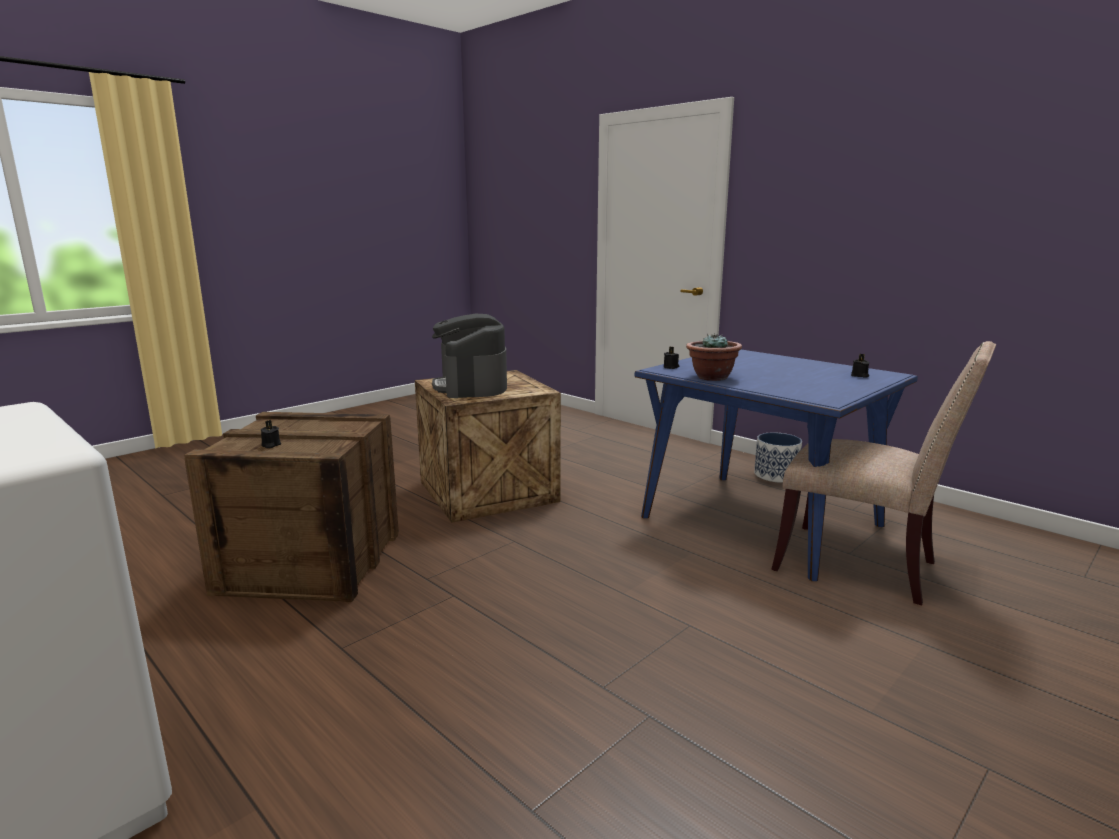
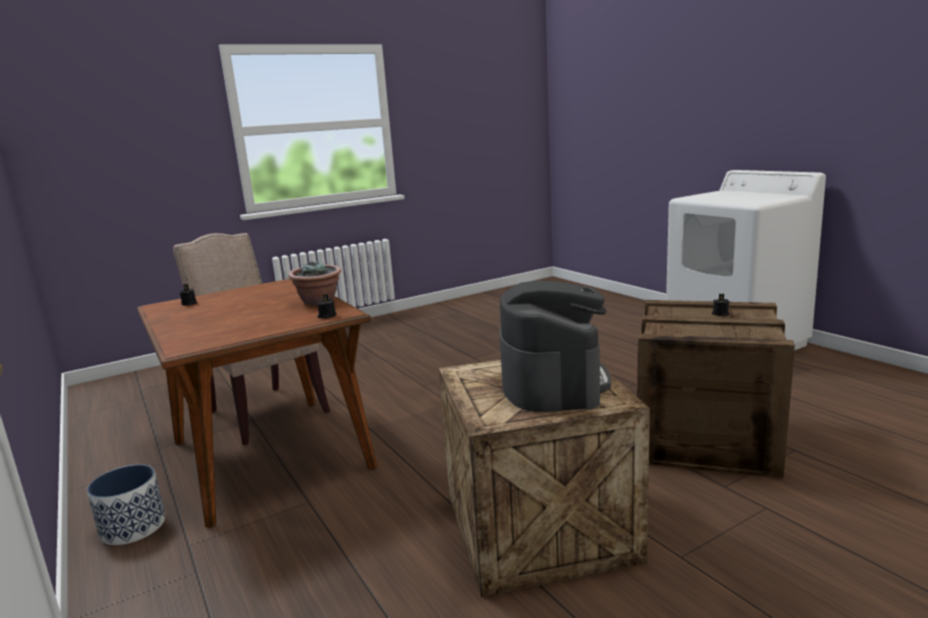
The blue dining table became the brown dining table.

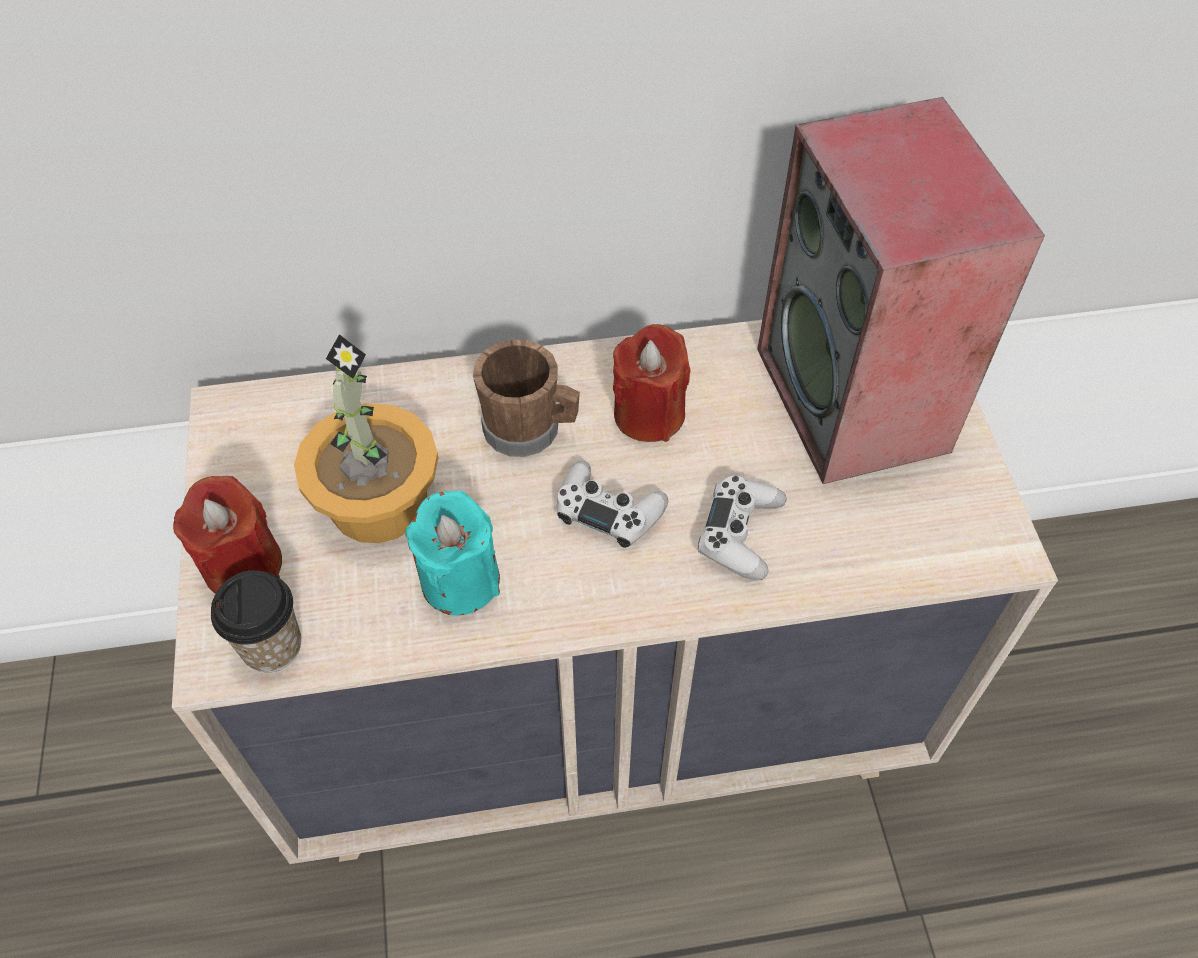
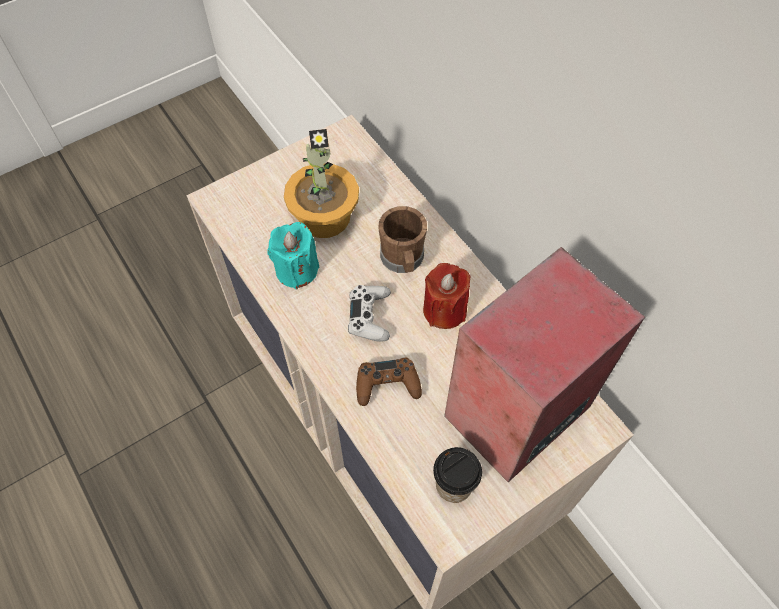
The red candle (1st from left) disappeared. The white game controller (2nd from left) became the brown game controller. The cup moved.

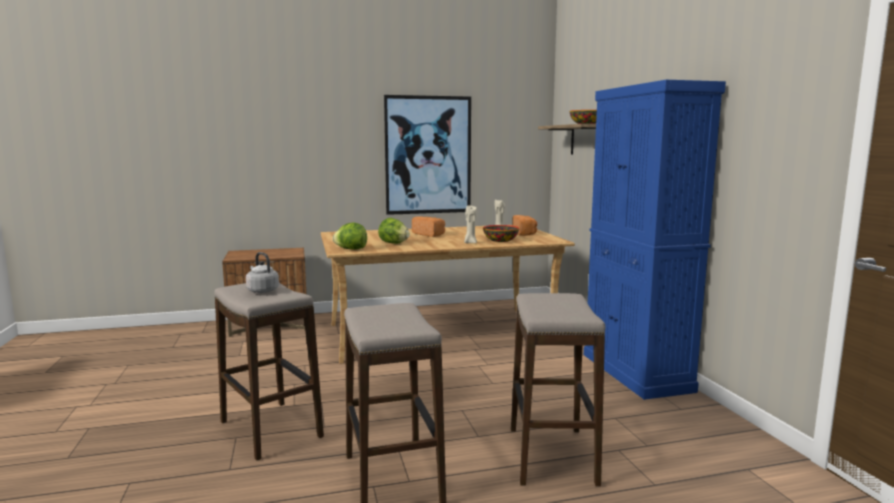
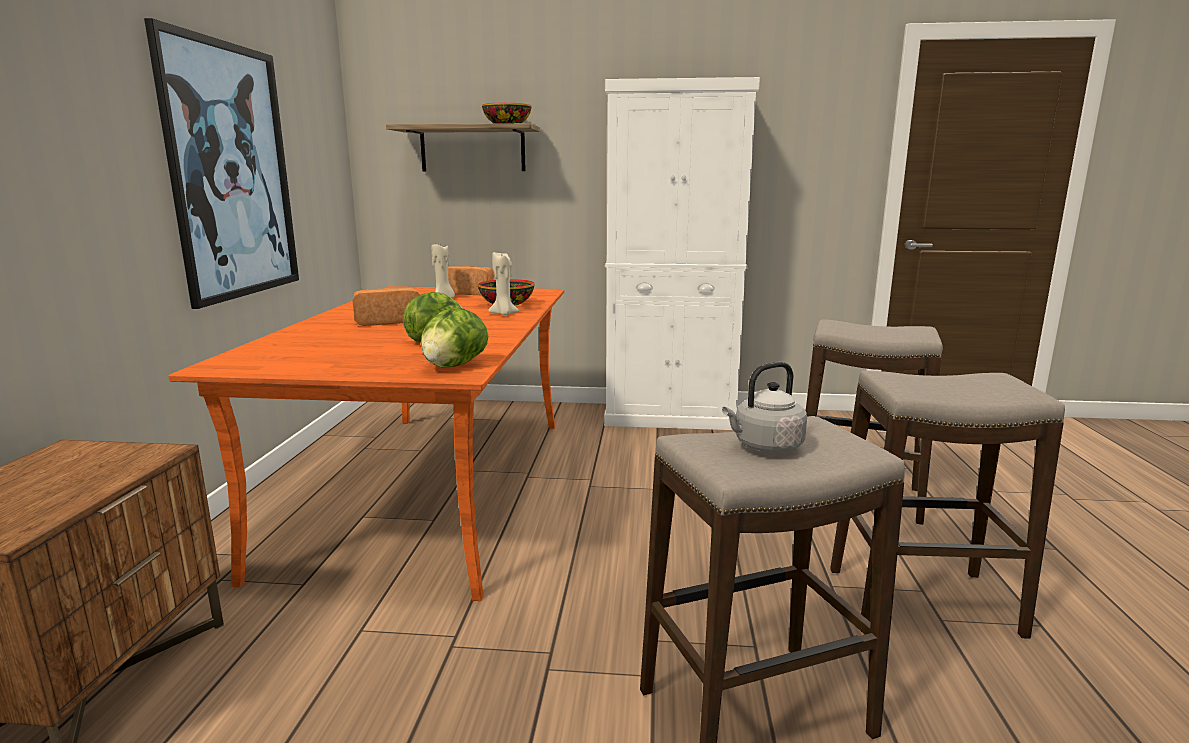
The blue cabinet became the white cabinet. The beige dining table became the orange dining table.

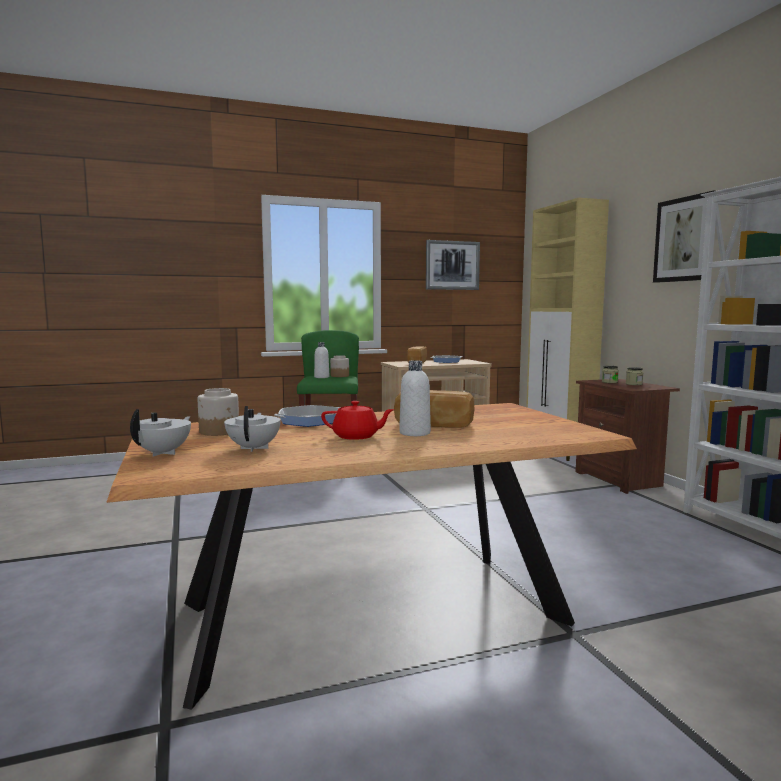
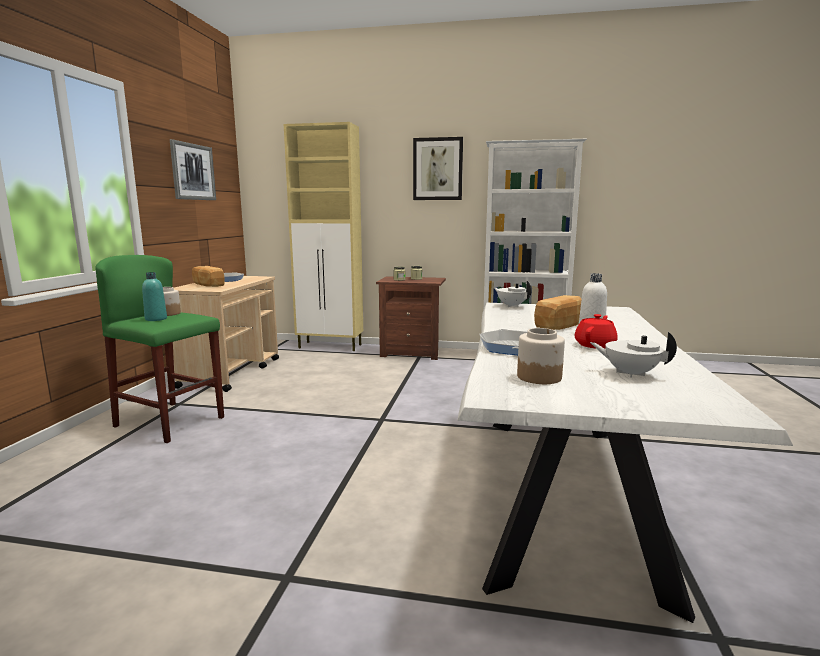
The white bottle (1st from left) became the turquoise bottle. The brown dining table became the white dining table. The white teapot (1st from left) moved.

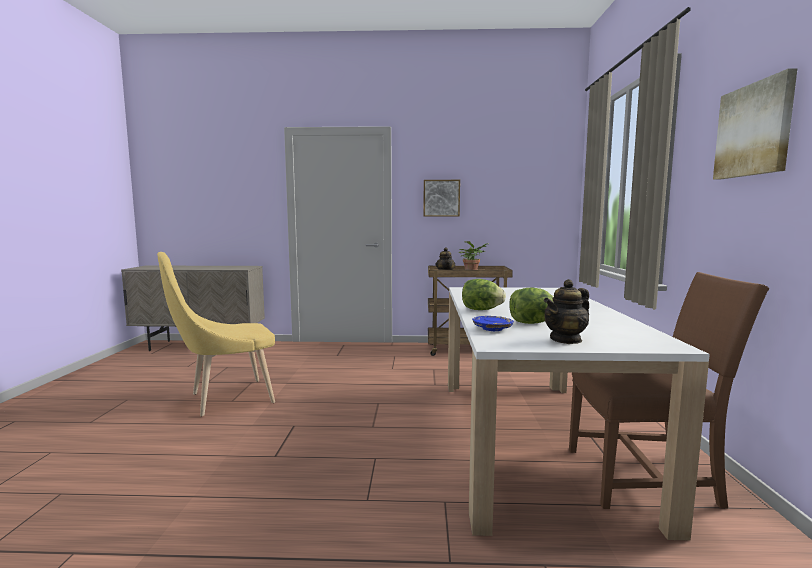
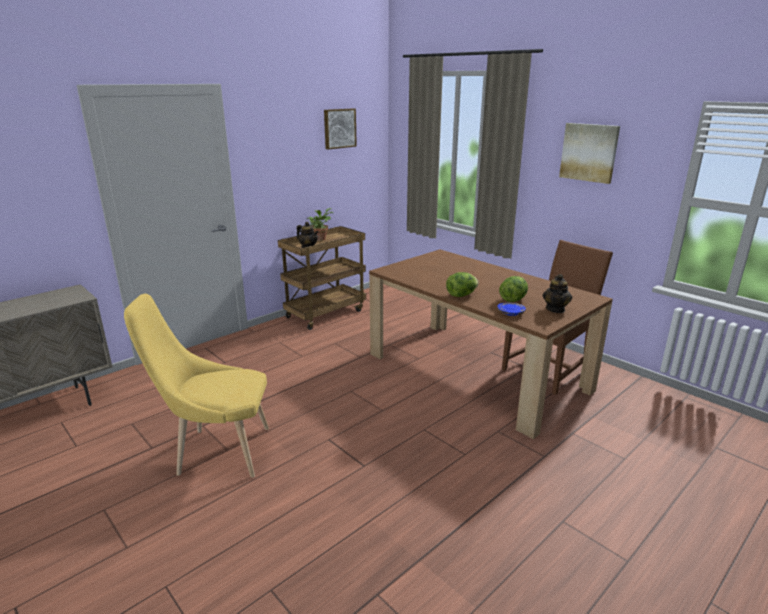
The picture (1st from left) moved. The yellow chair turned 75 degrees clockwise. The white dining table became the brown dining table.

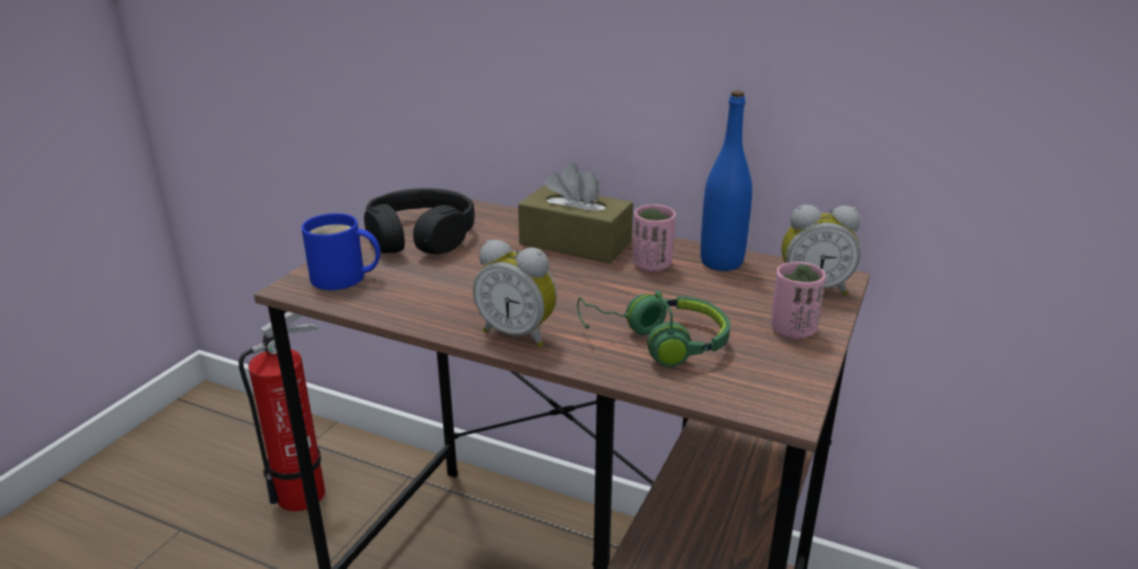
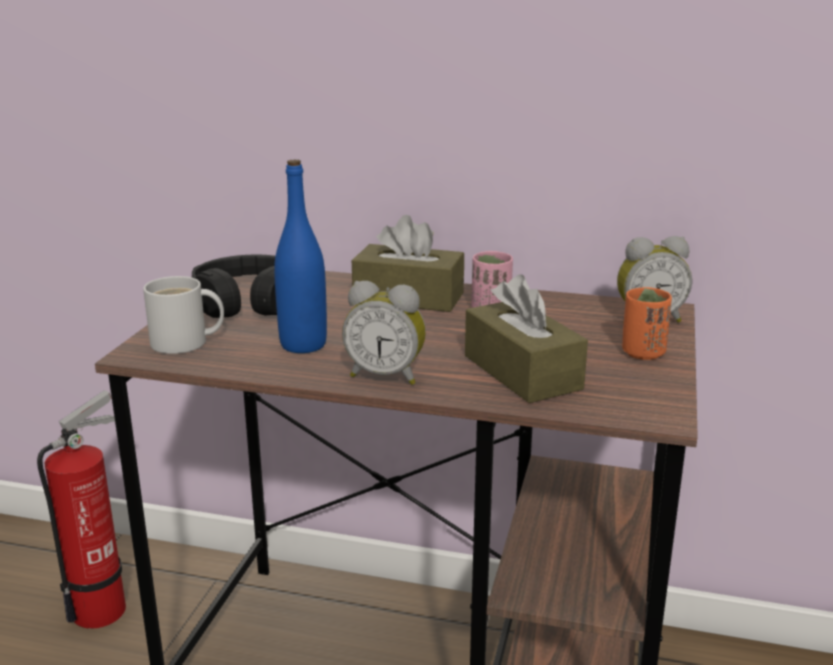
The blue bottle moved. The blue mug became the white mug. The pink cup (2nd from left) became the orange cup. The green headphones was replaced by the brown tissue box (2nd from left).

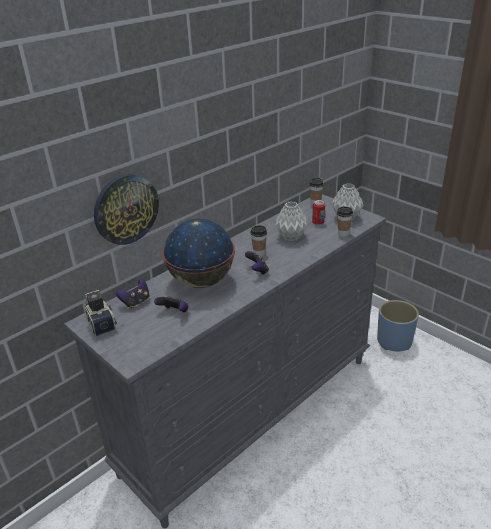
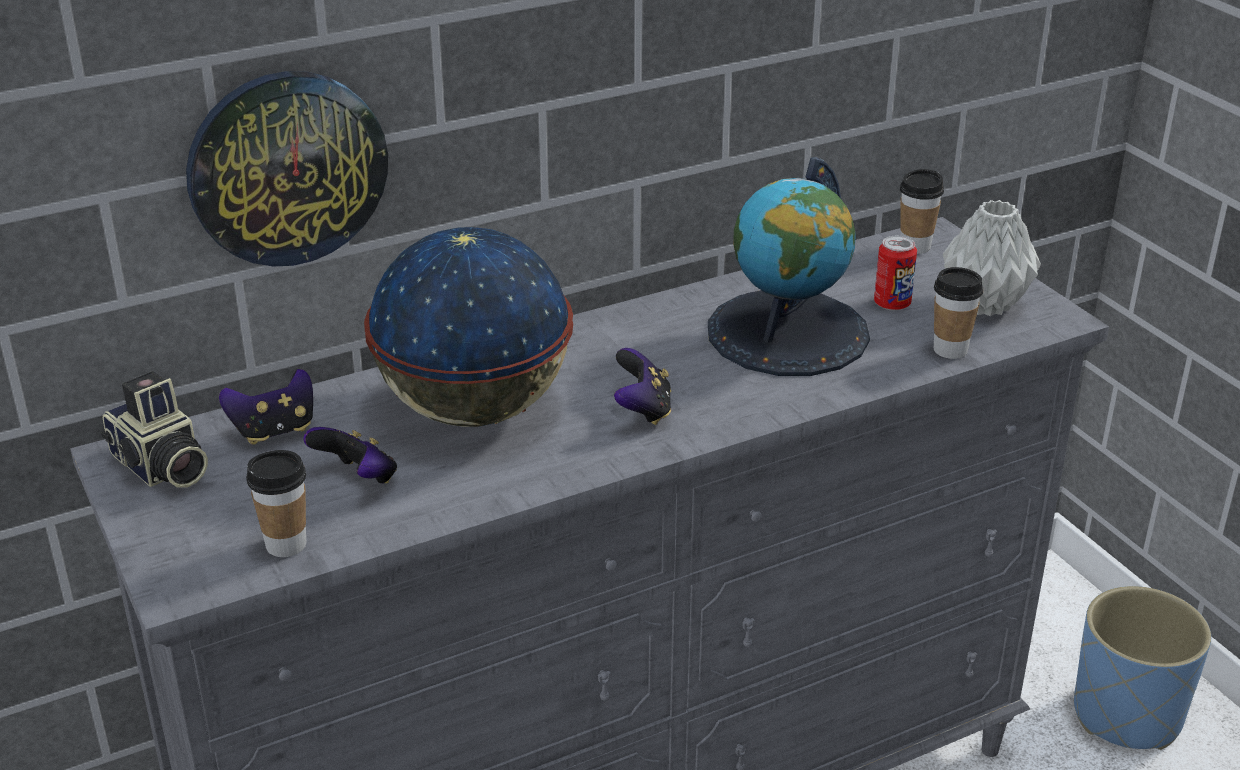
The grey vase (1st from left) was replaced by the globe (2nd from left). The cup (1st from left) moved. The photo camera turned 150 degrees clockwise.

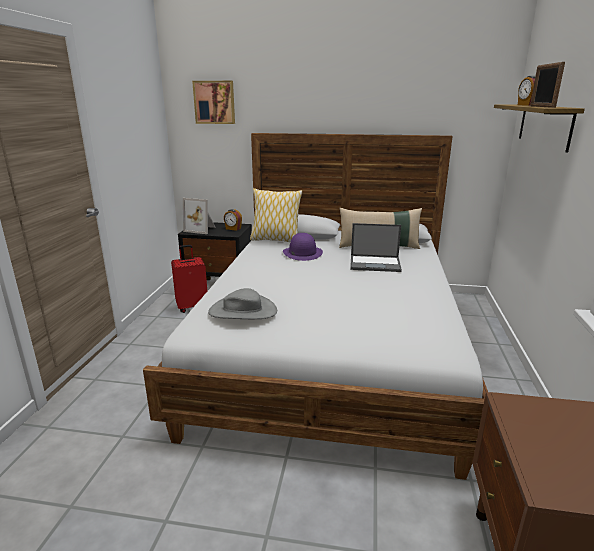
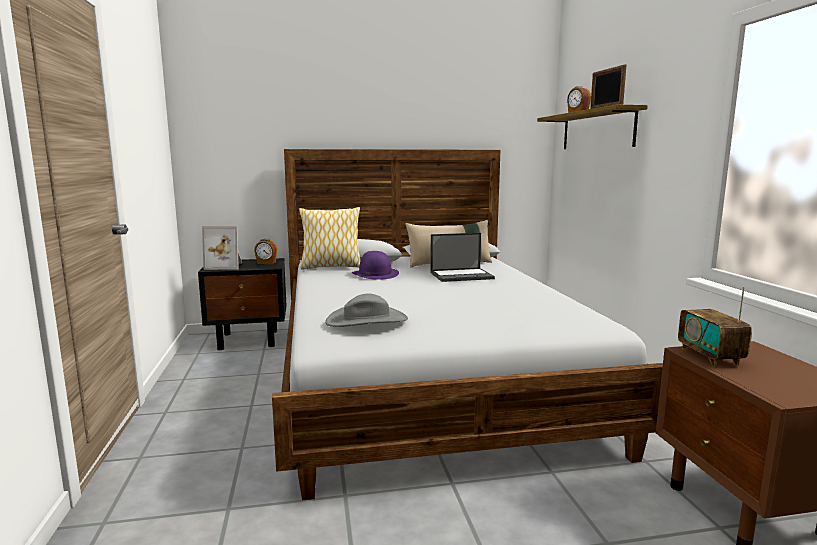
The picture disappeared. The red suitcase disappeared. The radio appeared.

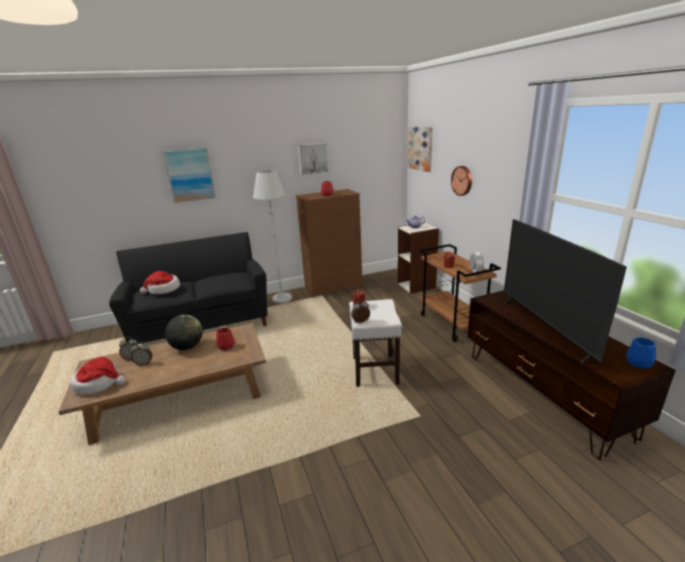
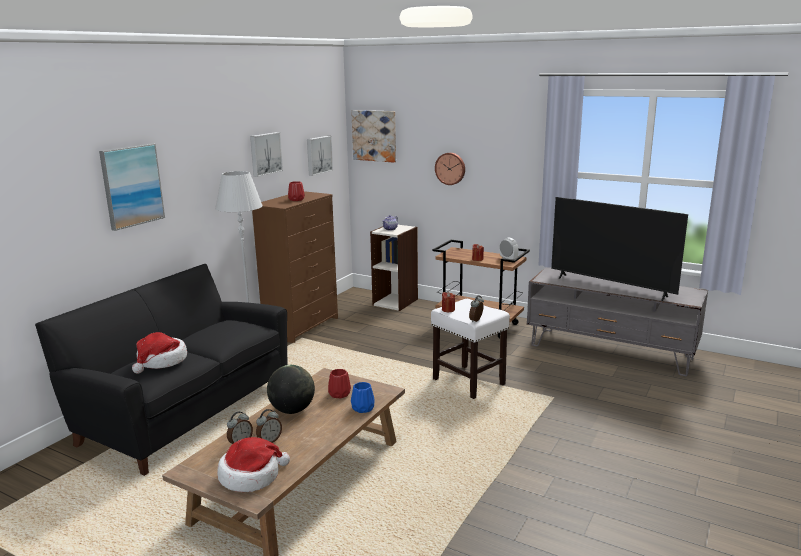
The brown tv stand became the grey tv stand. The blue vase moved. The picture (3rd from left) appeared.

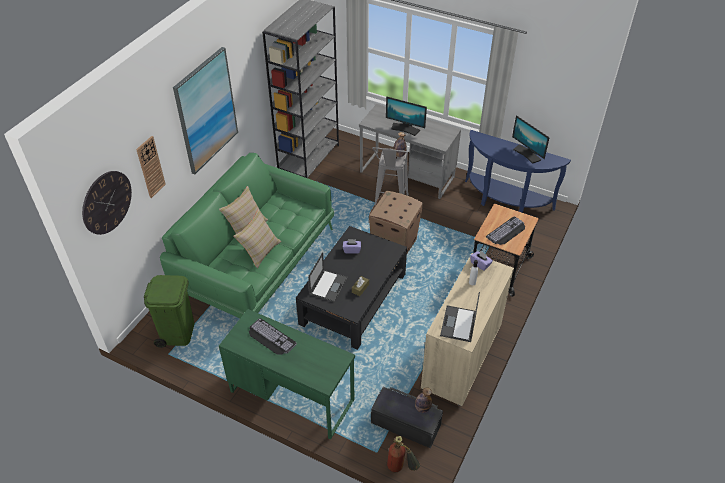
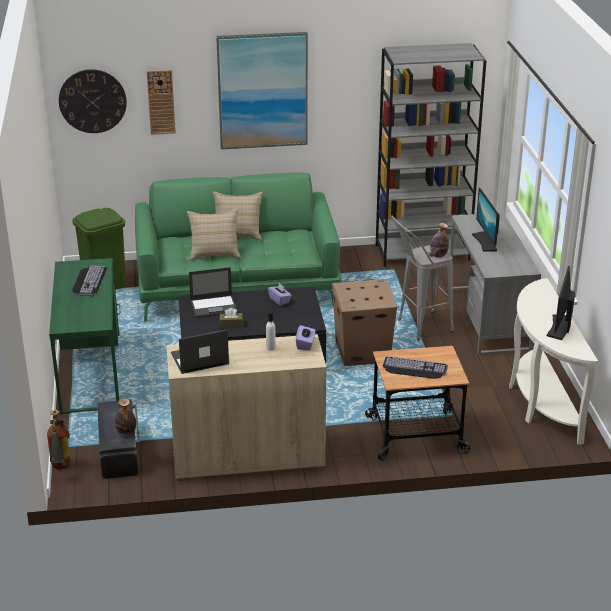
The blue console table became the white console table.

